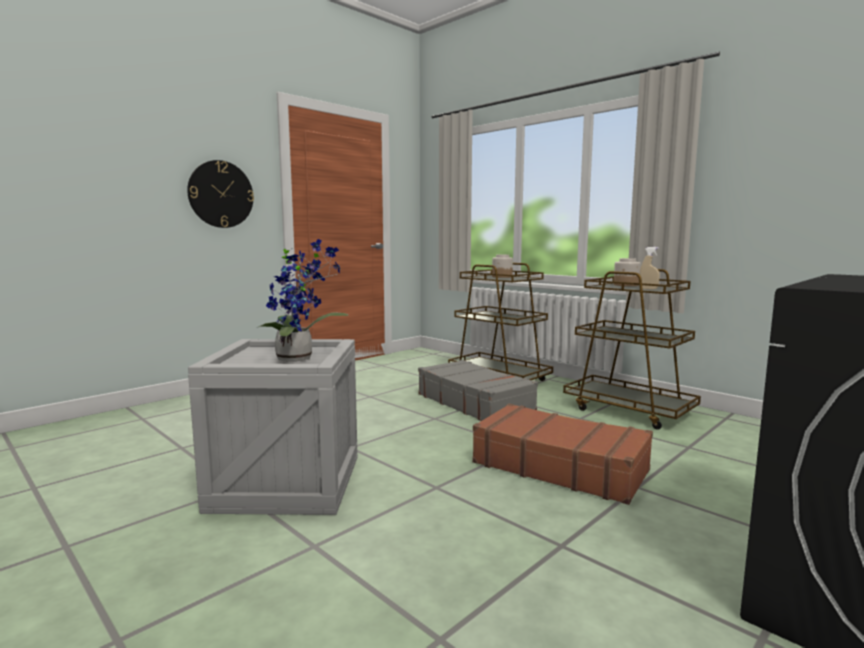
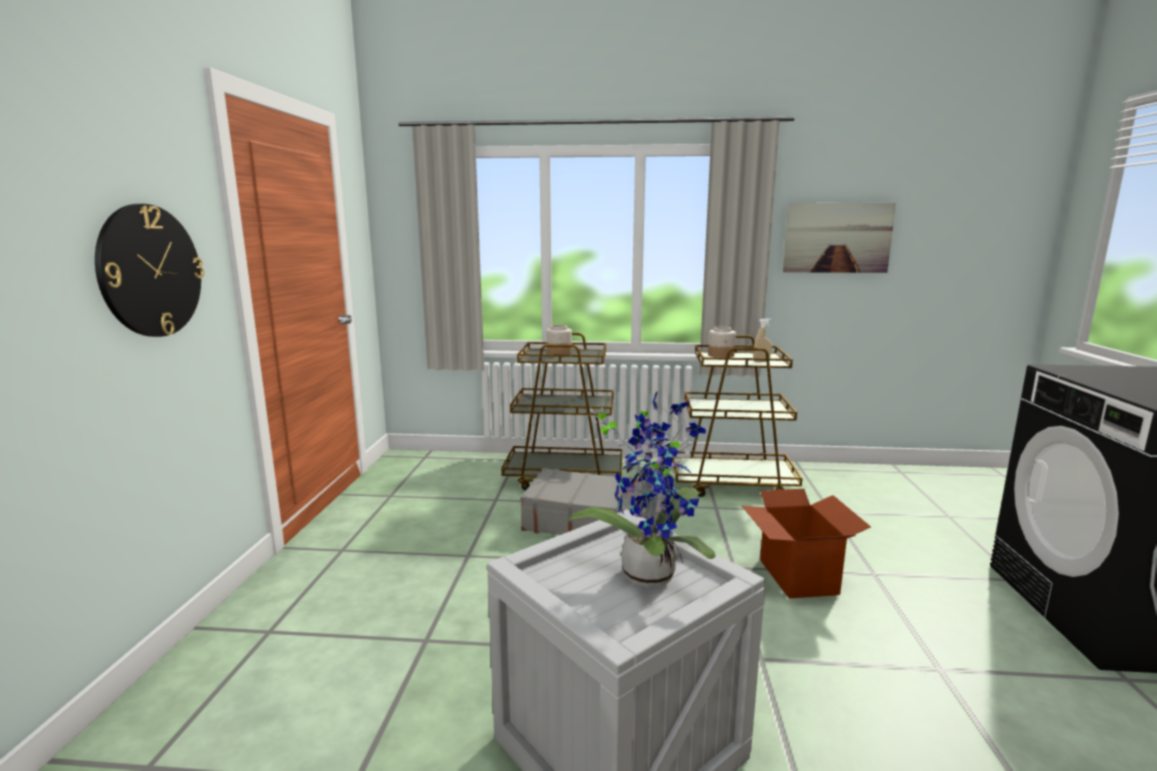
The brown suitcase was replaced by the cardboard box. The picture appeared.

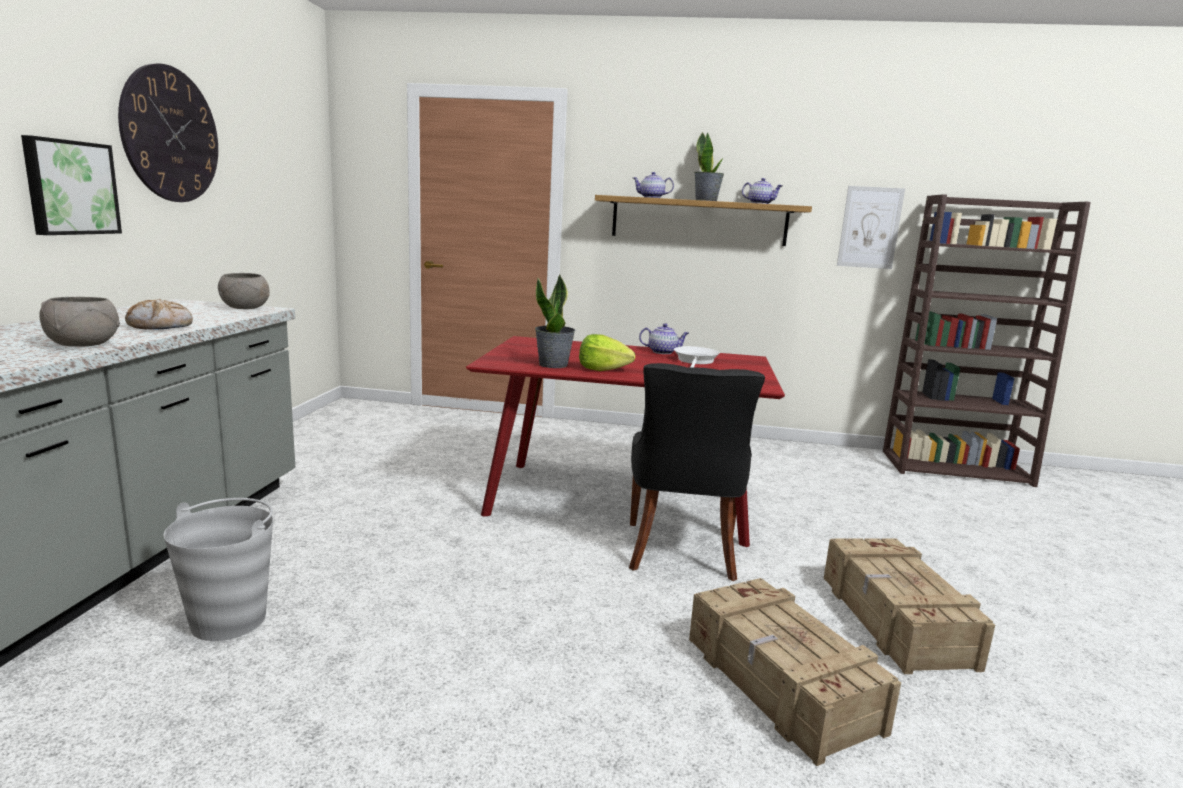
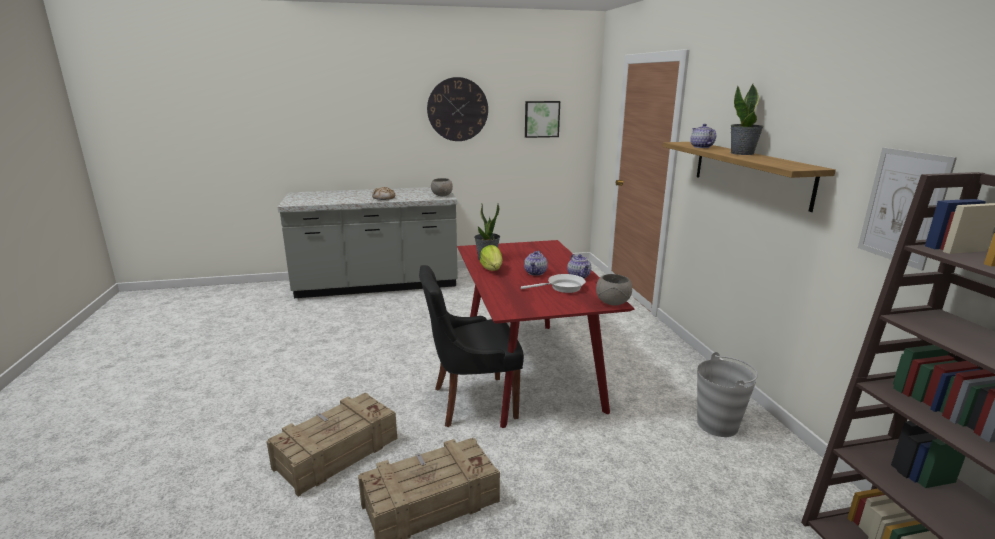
The picture (1st from left) moved. The teapot (3rd from left in the first image) moved. The grey bowl (1st from left in the first image) moved. The grey bucket moved.

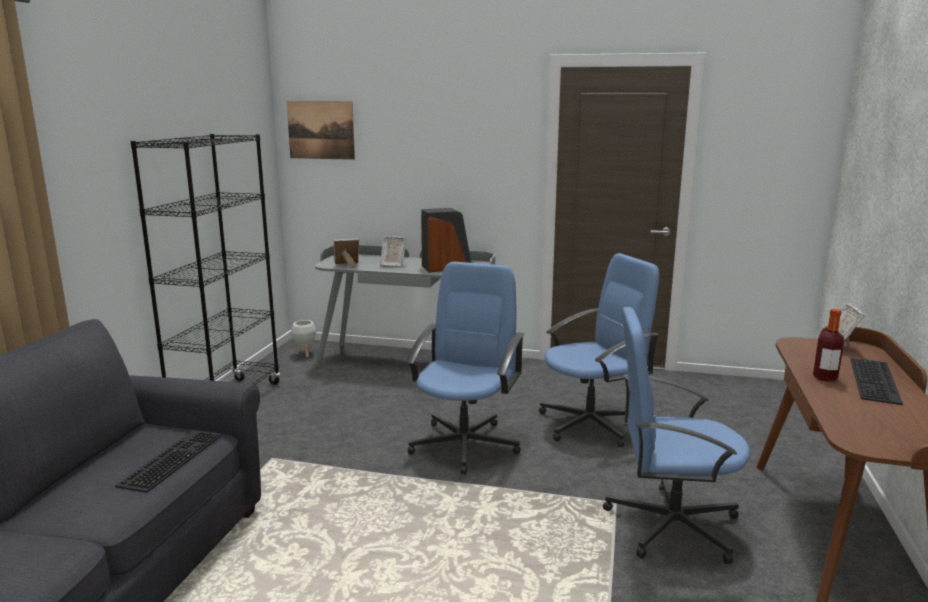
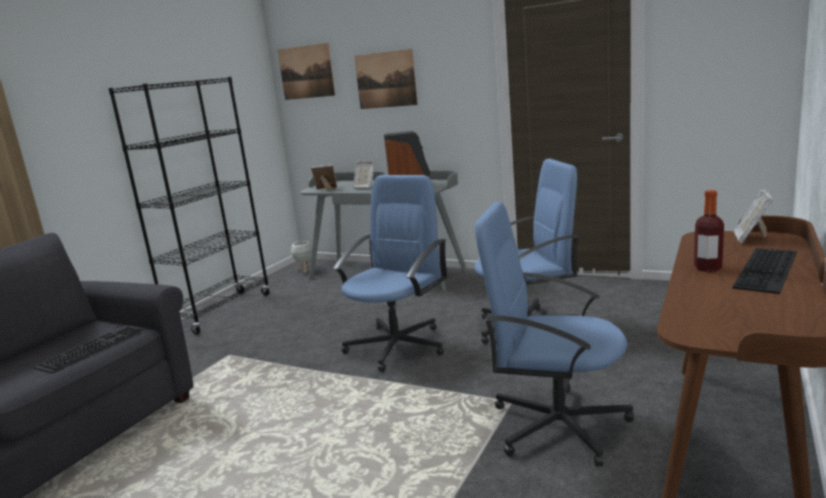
The picture (2nd from left) appeared.

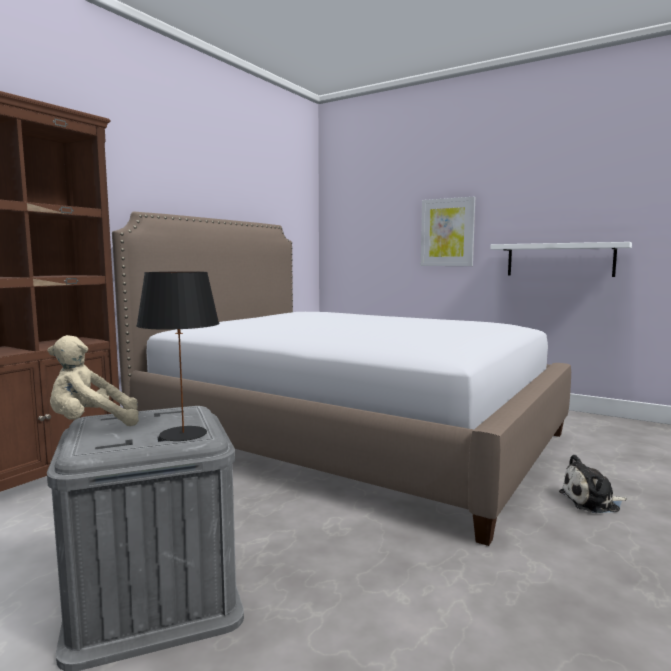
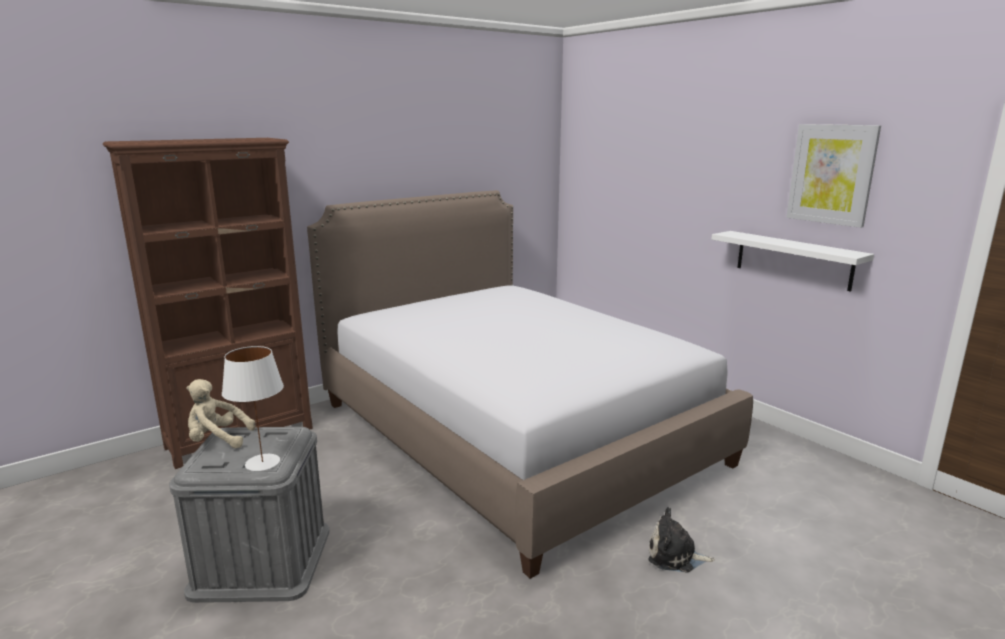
The picture moved. The black table lamp became the white table lamp.

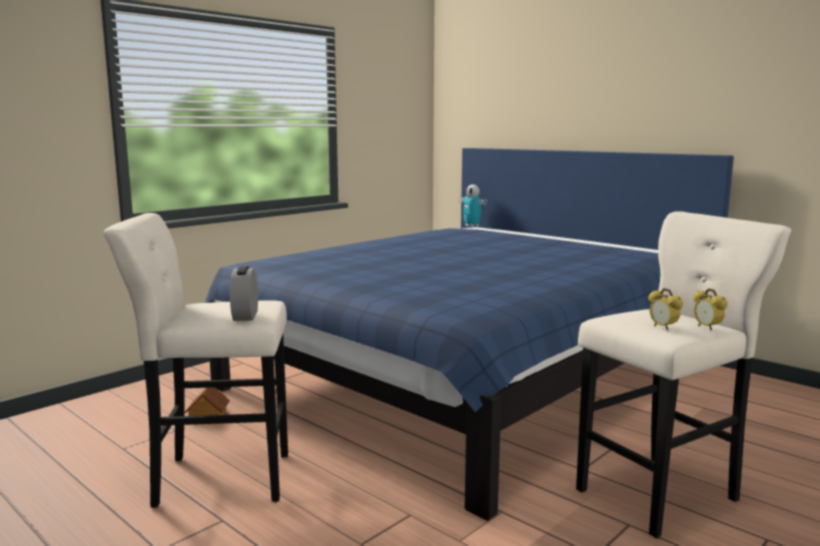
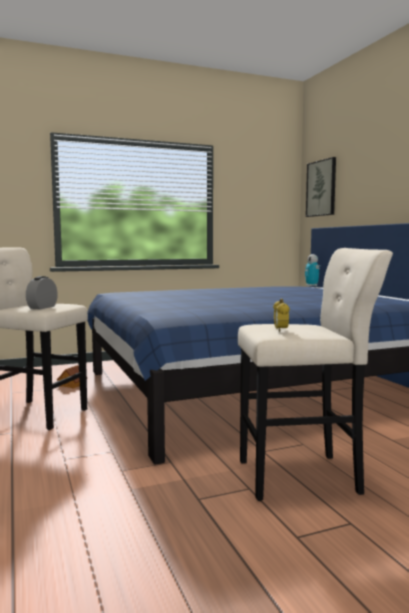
The alarm clock (3rd from left) disappeared. The picture appeared.

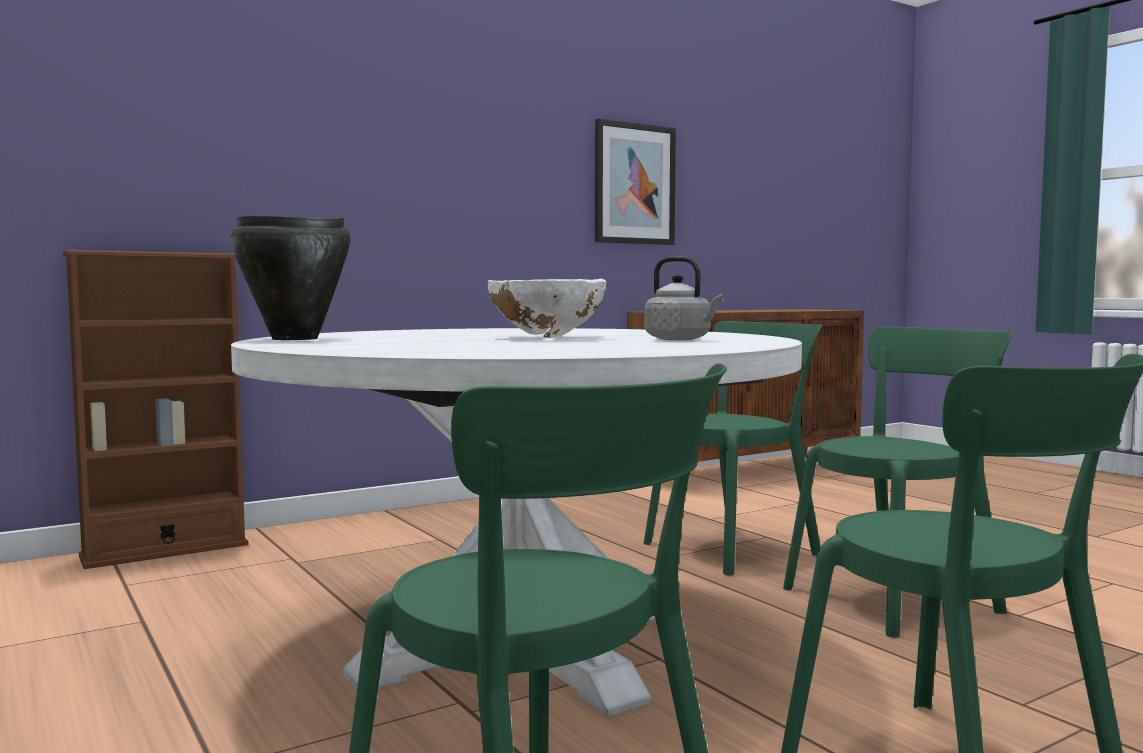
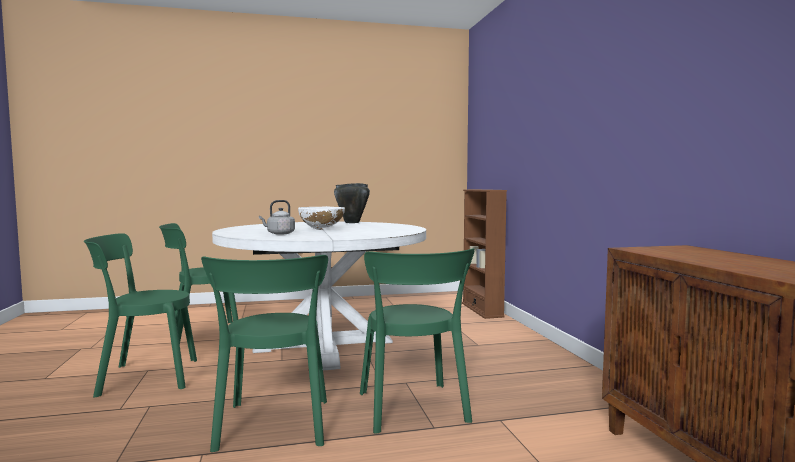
The picture disappeared.

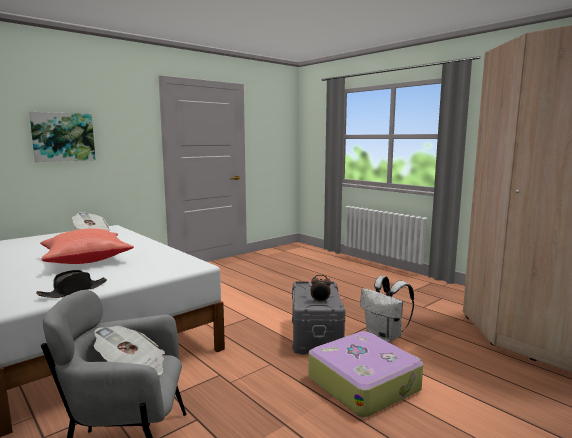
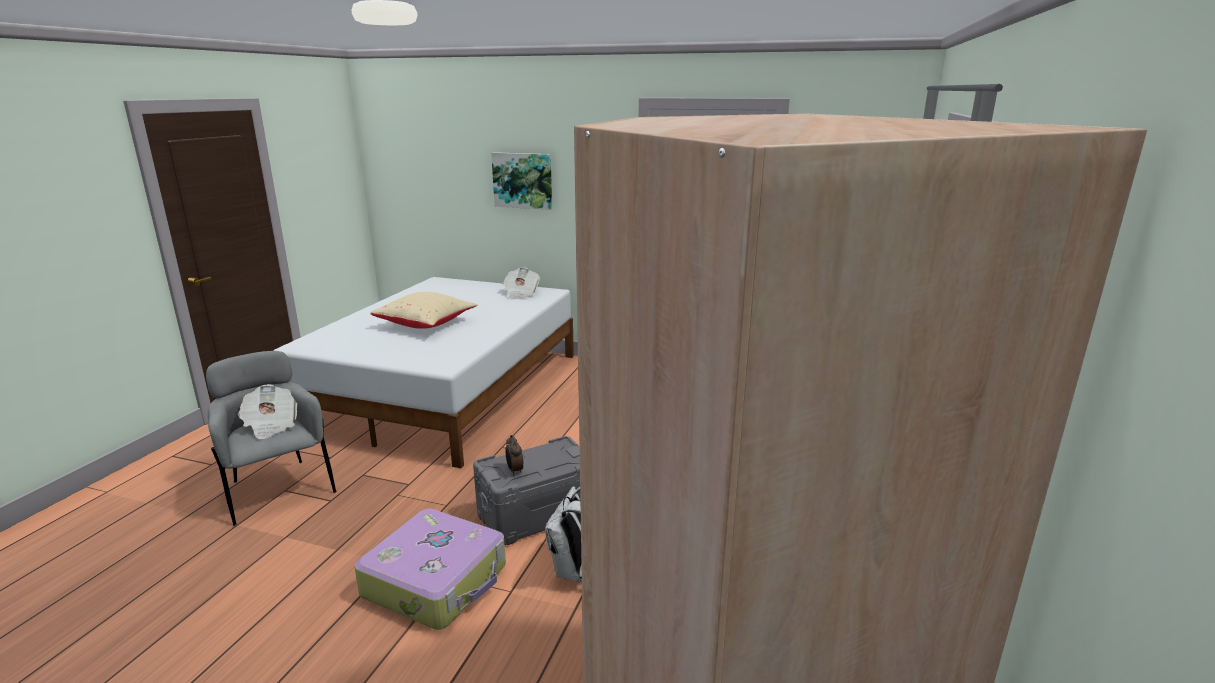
The red pillow became the beige pillow. The black hat disappeared.

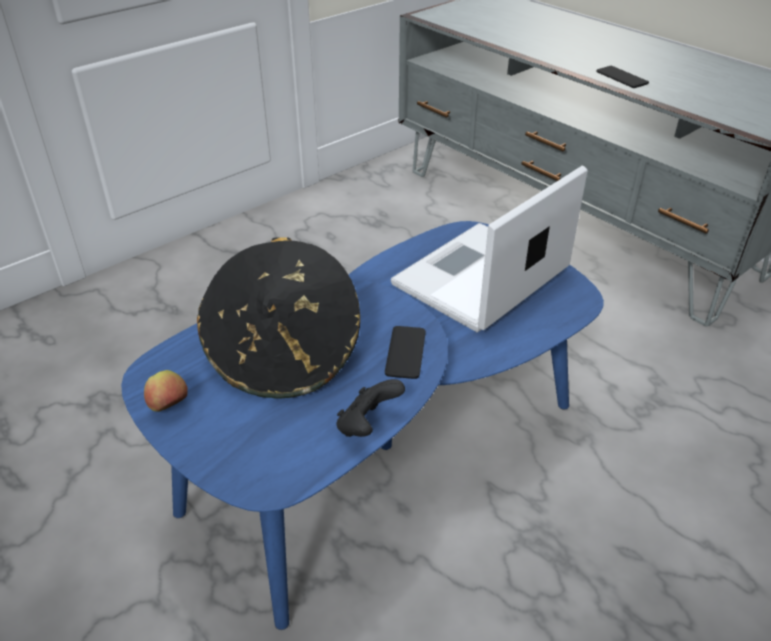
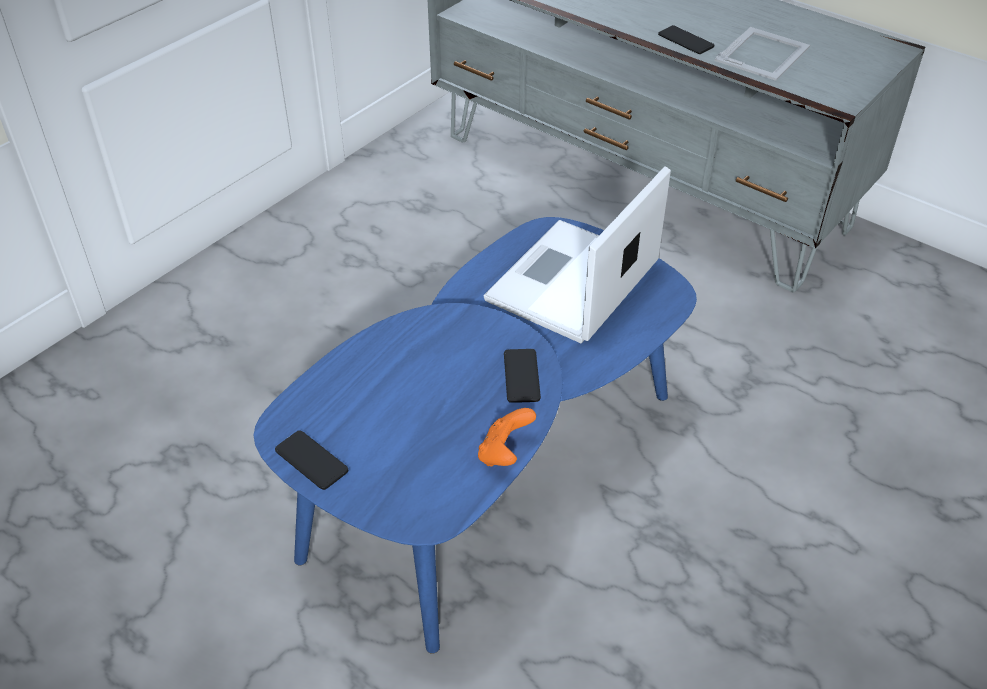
The black hat disappeared. The apple was replaced by the phone (1st from left). The black game controller became the orange game controller. The picture frame appeared.

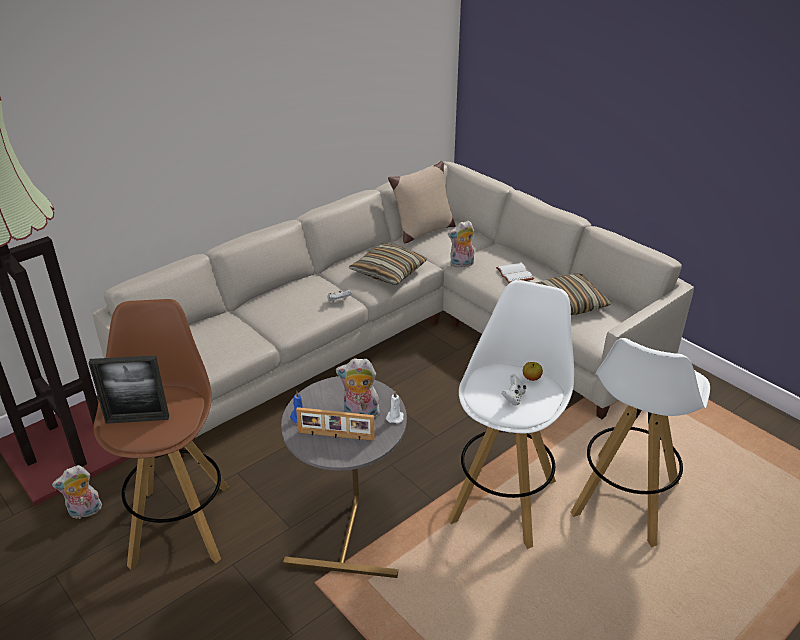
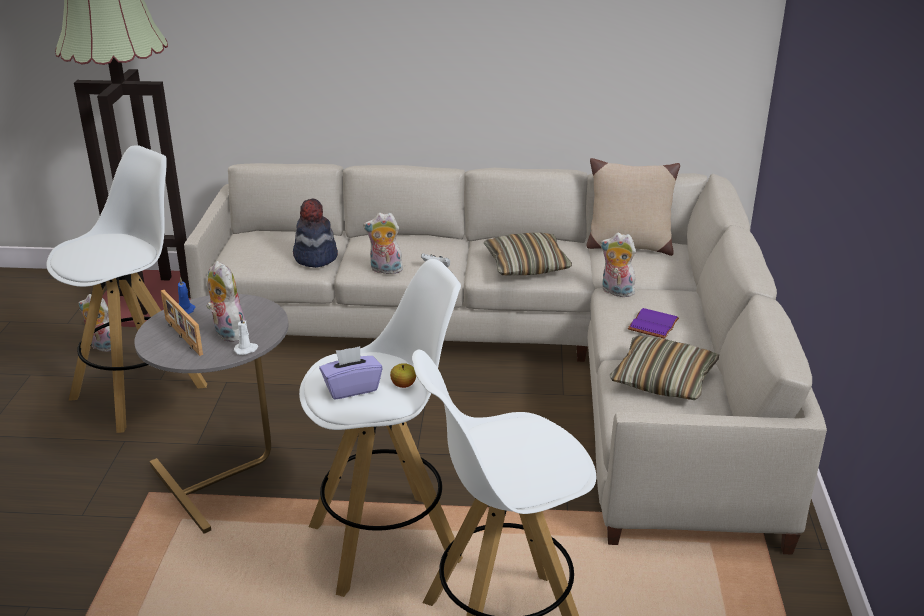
The white book became the purple book. The brown stool became the white stool (1st from left). The picture frame (1st from left) disappeared. The white game controller (2nd from left) was replaced by the purple tissue box. The hat appeared. The plush toy (3rd from left) appeared.

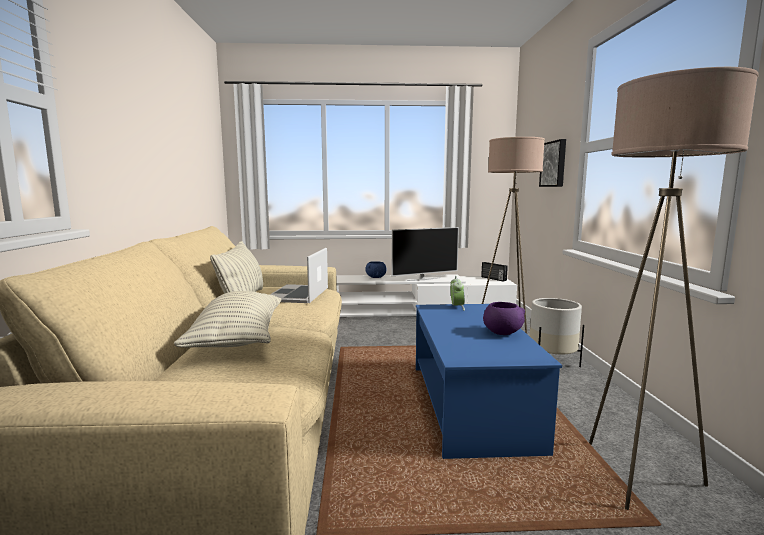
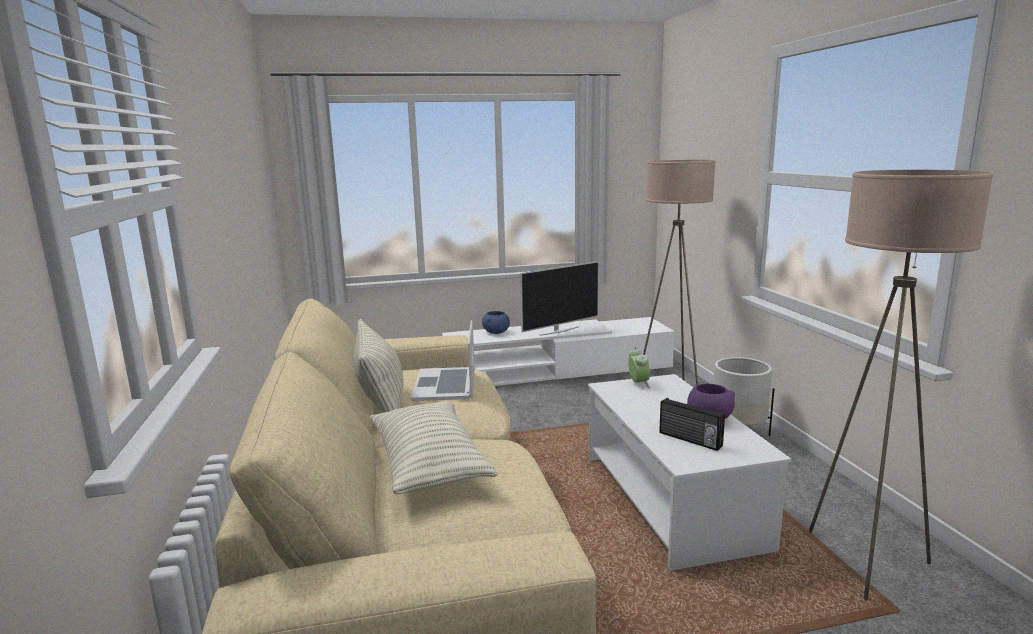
The picture disappeared. The radio moved. The blue coffee table became the white coffee table.

